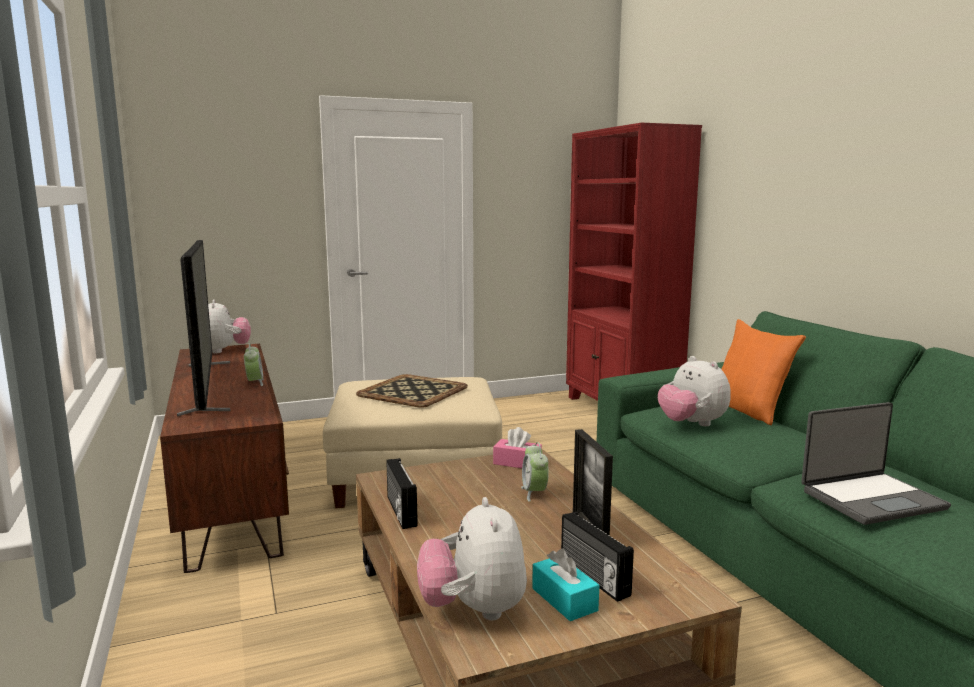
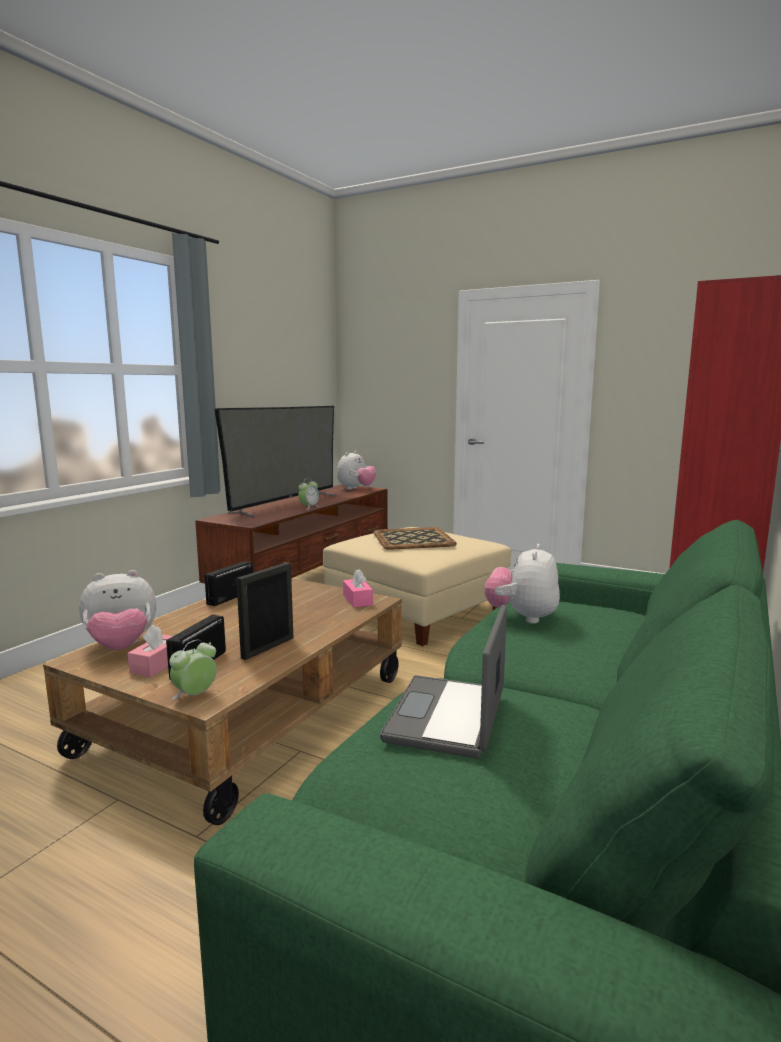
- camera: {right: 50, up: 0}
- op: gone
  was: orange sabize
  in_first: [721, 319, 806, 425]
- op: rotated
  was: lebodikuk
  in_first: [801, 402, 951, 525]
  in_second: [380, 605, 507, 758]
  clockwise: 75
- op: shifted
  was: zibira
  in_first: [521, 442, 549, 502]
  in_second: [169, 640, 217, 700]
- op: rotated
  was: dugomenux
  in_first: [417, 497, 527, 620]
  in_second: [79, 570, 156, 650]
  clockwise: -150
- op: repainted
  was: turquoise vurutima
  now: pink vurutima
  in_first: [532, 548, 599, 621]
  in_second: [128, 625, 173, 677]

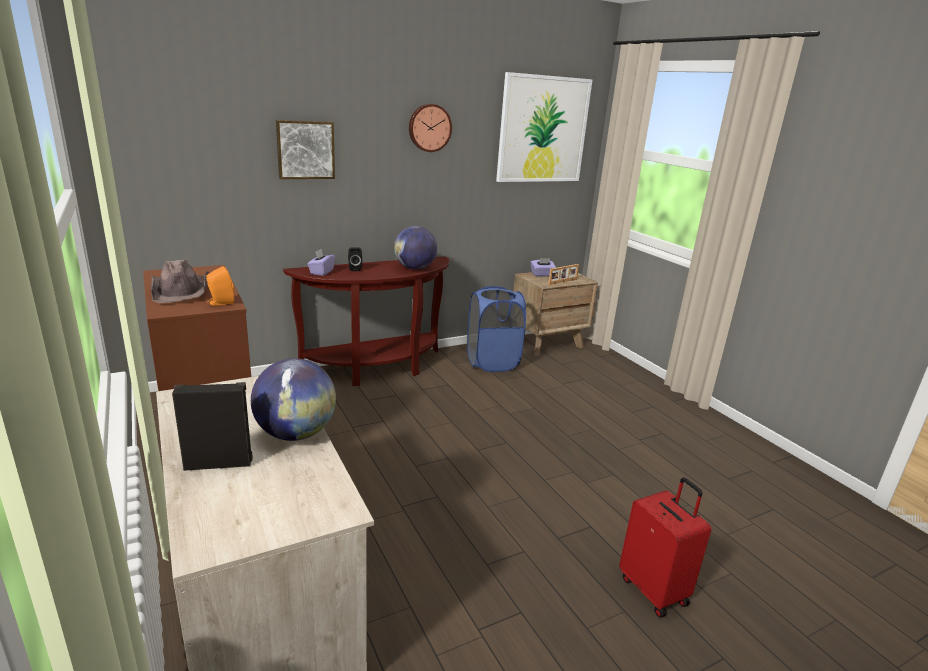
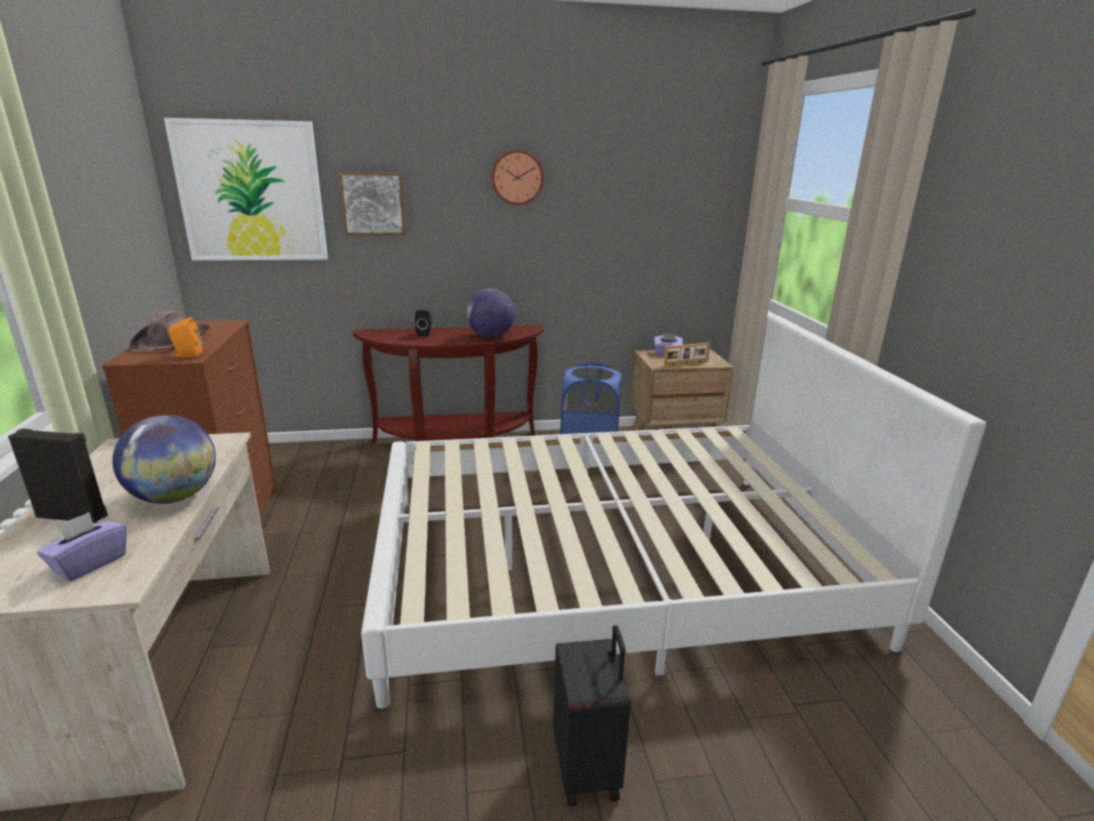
- camera: {right: 20, up: 0}
- op: shifted
  was: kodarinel
  in_first: [496, 72, 593, 182]
  in_second: [164, 118, 328, 260]
- op: shifted
  was: purple vurutima
  in_first: [307, 249, 335, 276]
  in_second: [37, 512, 127, 581]
- op: repainted
  was: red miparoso
  now: black miparoso
  in_first: [619, 477, 711, 617]
  in_second: [553, 625, 631, 806]
- op: new
  now: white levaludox
  in_second: [361, 315, 986, 708]

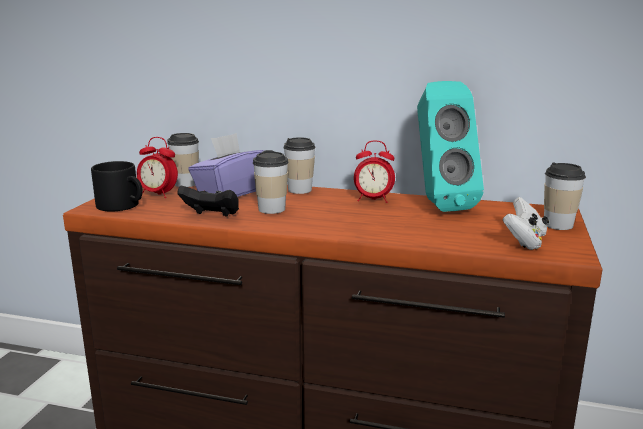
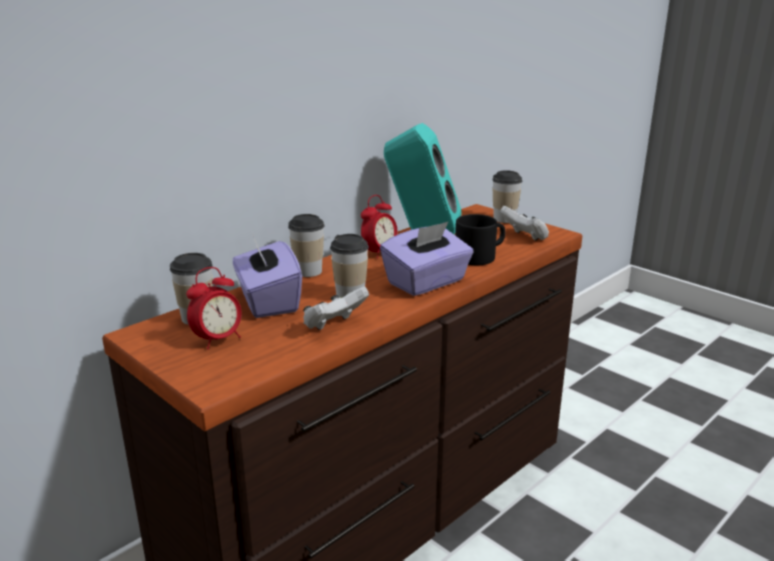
- camera: {right: -60, up: 5}
- op: shifted
  was: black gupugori
  in_first: [91, 161, 143, 211]
  in_second: [455, 214, 505, 265]
- op: repainted
  was: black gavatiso
  now: white gavatiso
  in_first: [178, 185, 239, 217]
  in_second: [303, 286, 369, 330]
- op: new
  now: purple vurutima
  in_second: [380, 221, 474, 296]

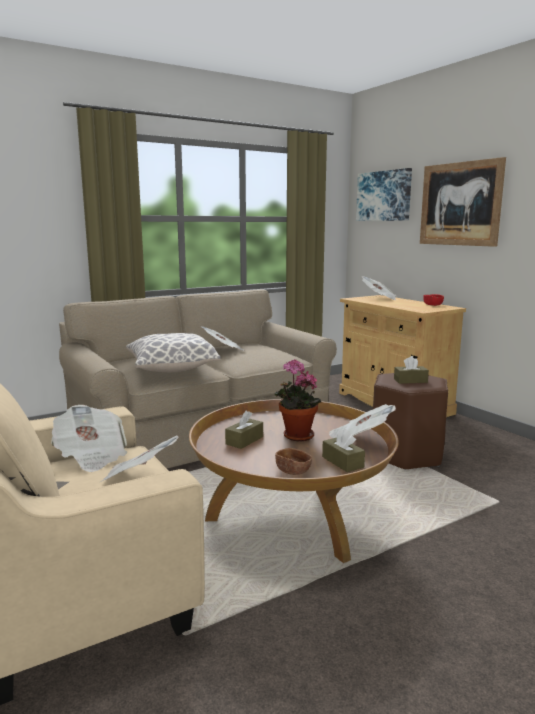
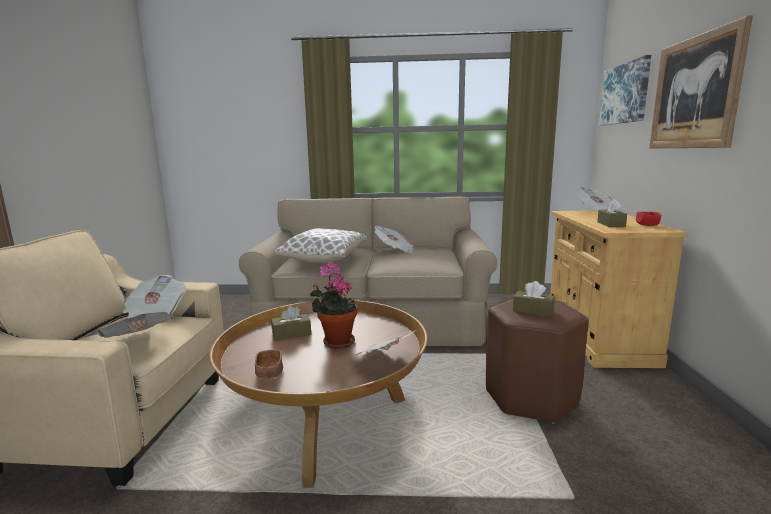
- camera: {right: 35, up: 0}
- op: shifted
  was: brown vurutima
  in_first: [322, 429, 365, 472]
  in_second: [597, 199, 627, 227]

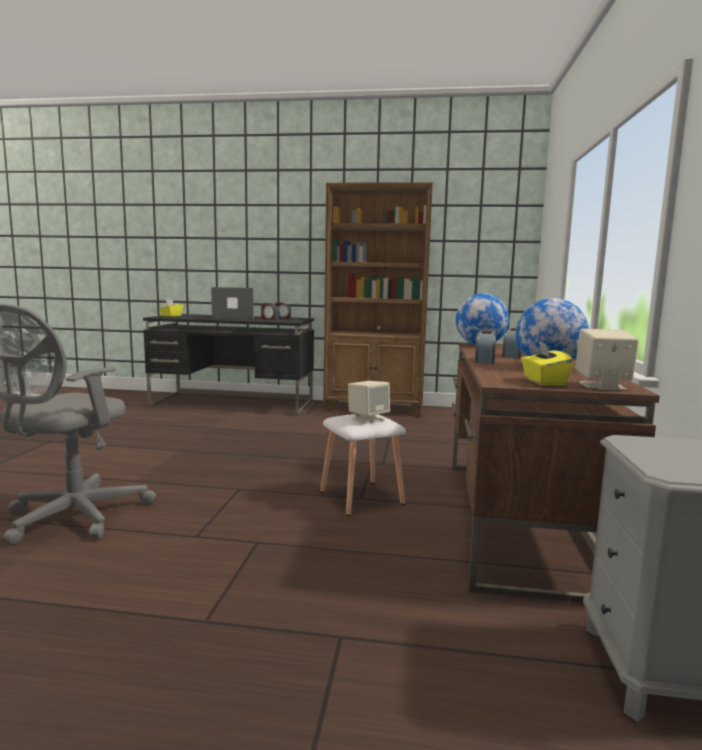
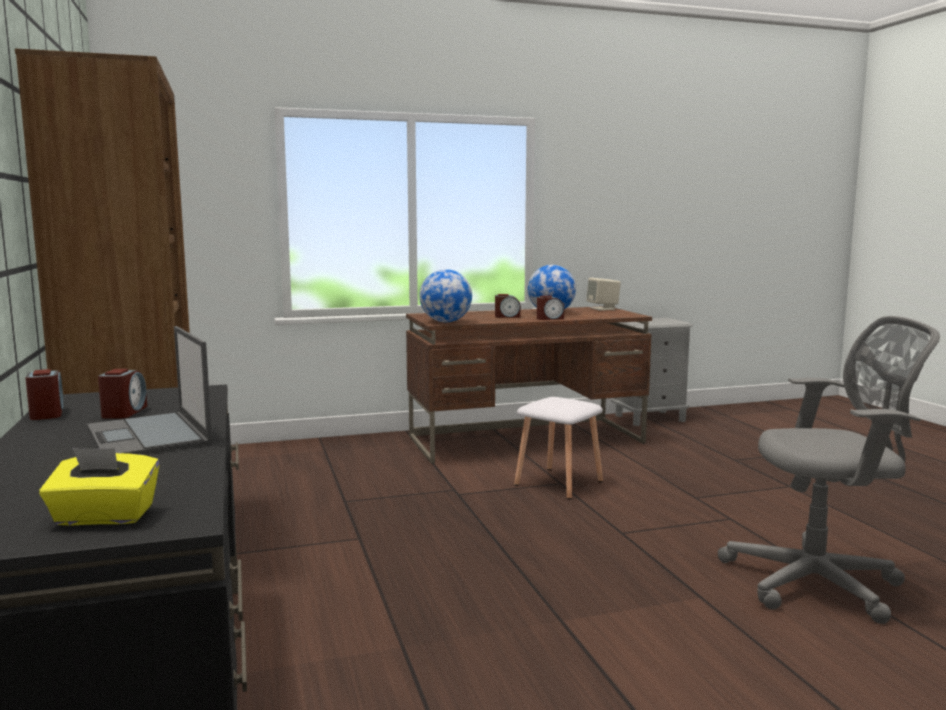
- camera: {right: -115, up: 0}
- op: gone
  was: yellow vurutima
  in_first: [521, 341, 573, 386]
- op: gone
  was: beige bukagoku
  in_first: [348, 381, 390, 424]

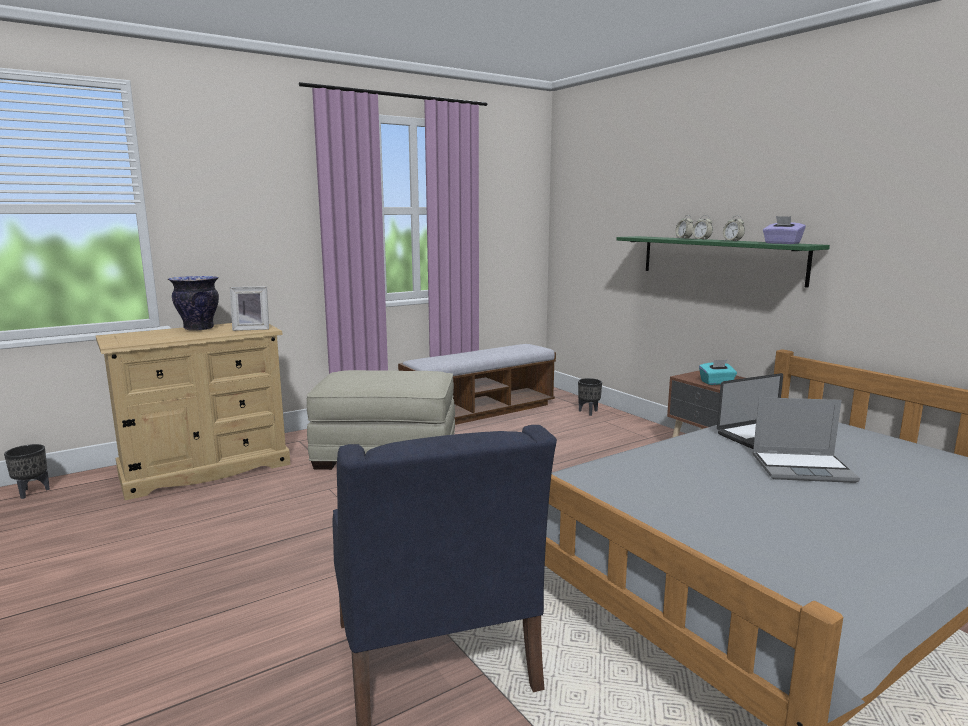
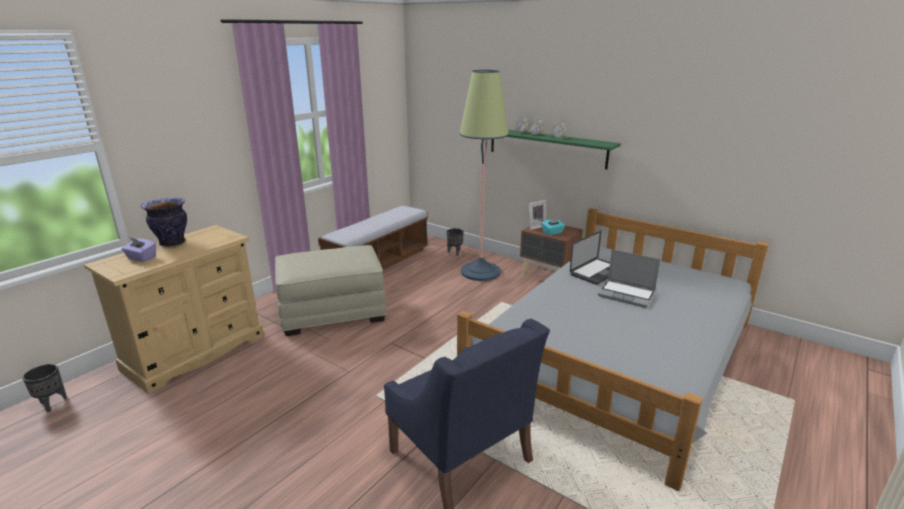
- camera: {right: -20, up: 10}
- op: shifted
  was: purple vurutima
  in_first: [763, 216, 806, 244]
  in_second: [121, 238, 156, 262]
- op: shifted
  was: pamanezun
  in_first: [230, 286, 269, 331]
  in_second: [529, 200, 547, 230]
- op: rotated
  was: lebodikuk
  in_first: [752, 397, 860, 483]
  in_second: [598, 249, 660, 308]
  clockwise: 45
- op: new
  now: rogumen
  in_second: [460, 70, 509, 281]

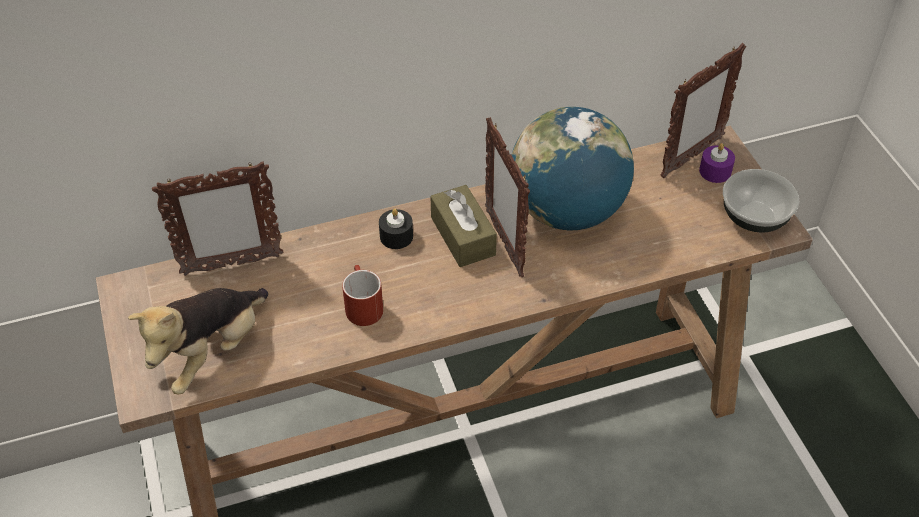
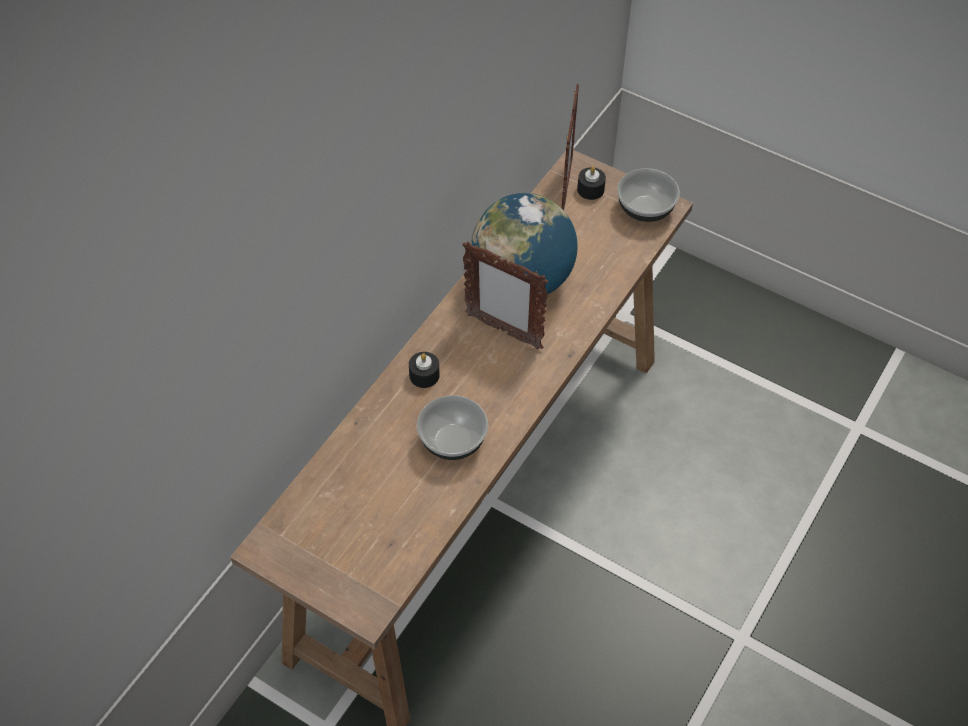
- camera: {right: -40, up: 5}
- op: repainted
  was: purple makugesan
  now: black makugesan
  in_first: [699, 143, 735, 183]
  in_second: [577, 166, 606, 200]
- op: gone
  was: pamanezun
  in_first: [152, 162, 284, 276]
- op: gone
  was: brown vurutima
  in_first: [430, 185, 497, 267]
- op: swapped
  was: red gupugori
  now: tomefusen
  in_first: [342, 265, 383, 326]
  in_second: [417, 395, 488, 460]
- op: gone
  was: dugomenux
  in_first: [128, 288, 268, 394]

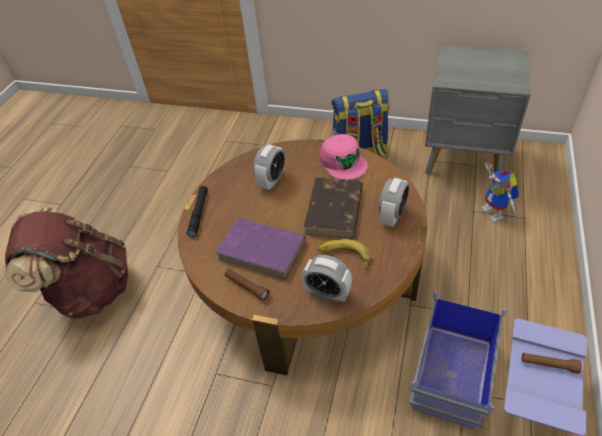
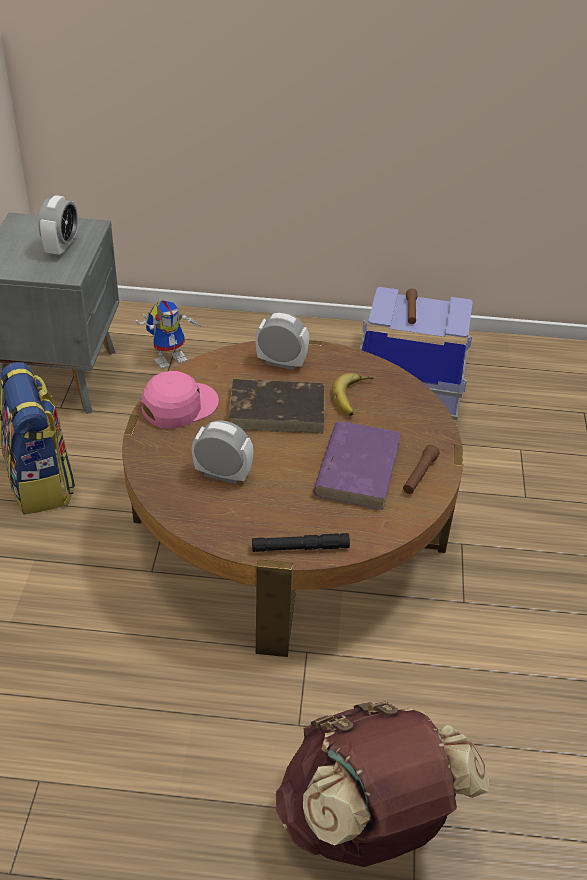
- camera: {right: -105, up: -5}
- op: shifted
  was: zibira
  in_first: [302, 255, 352, 303]
  in_second: [38, 195, 78, 256]

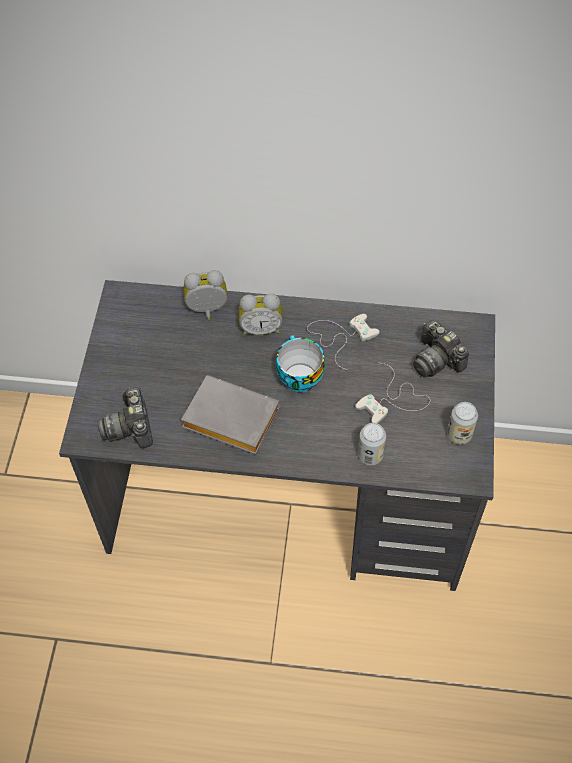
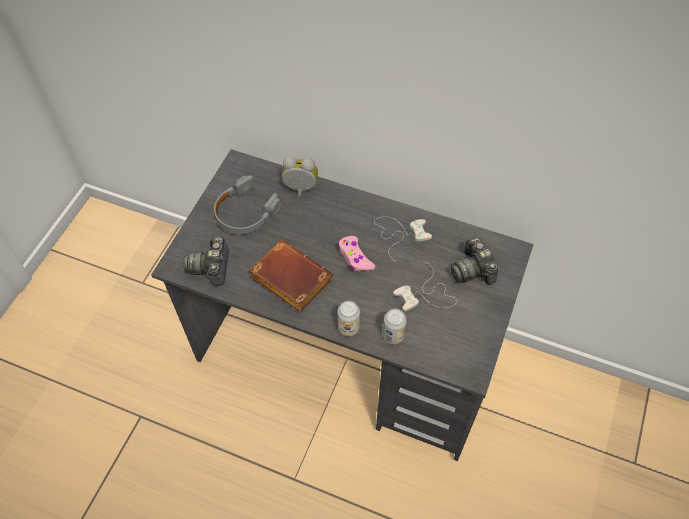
- camera: {right: 15, up: 0}
- op: gone
  was: zibira
  in_first: [239, 293, 283, 336]
- op: swapped
  was: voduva
  now: pink gavatiso
  in_first: [276, 335, 325, 392]
  in_second: [338, 236, 375, 271]
- op: repainted
  was: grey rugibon
  now: brown rugibon
  in_first: [181, 375, 280, 455]
  in_second: [249, 240, 333, 312]
- op: shifted
  was: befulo
  in_first: [447, 402, 478, 445]
  in_second: [338, 301, 360, 336]
- op: new
  now: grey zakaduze
  in_second: [214, 175, 281, 235]

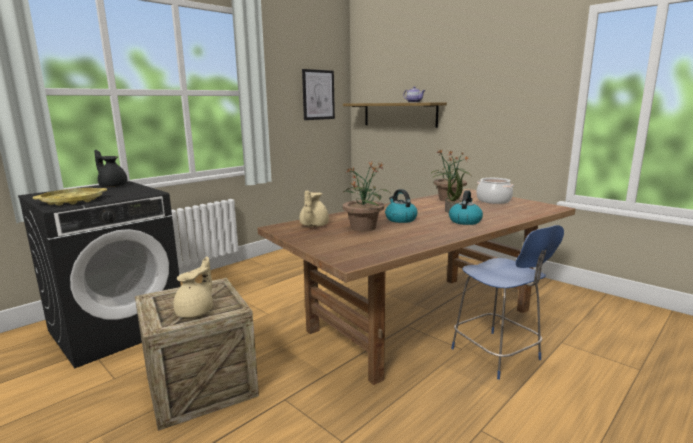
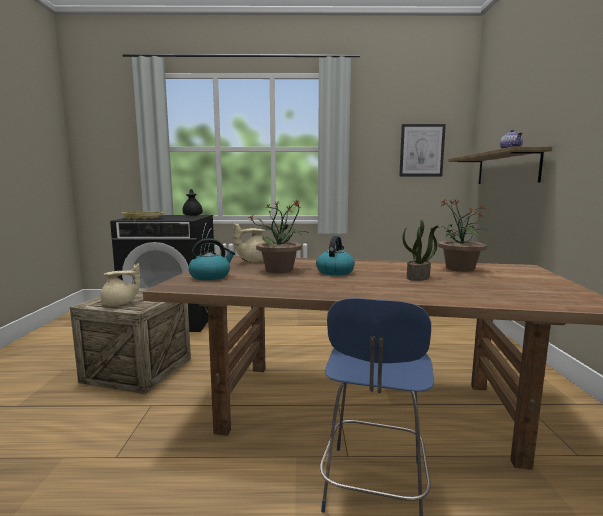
- camera: {right: 45, up: -5}
- op: gone
  was: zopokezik
  in_first: [476, 178, 514, 204]
- op: shifted
  was: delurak
  in_first: [449, 190, 483, 225]
  in_second: [188, 238, 235, 280]

